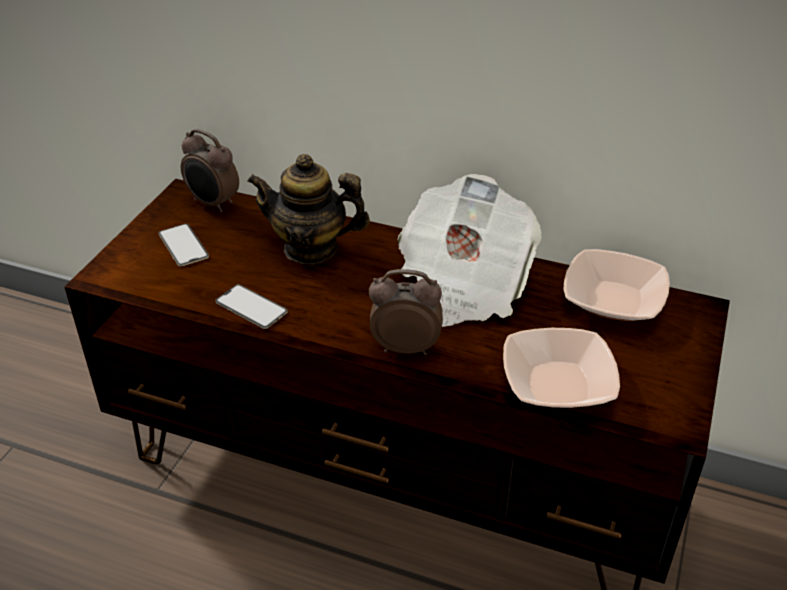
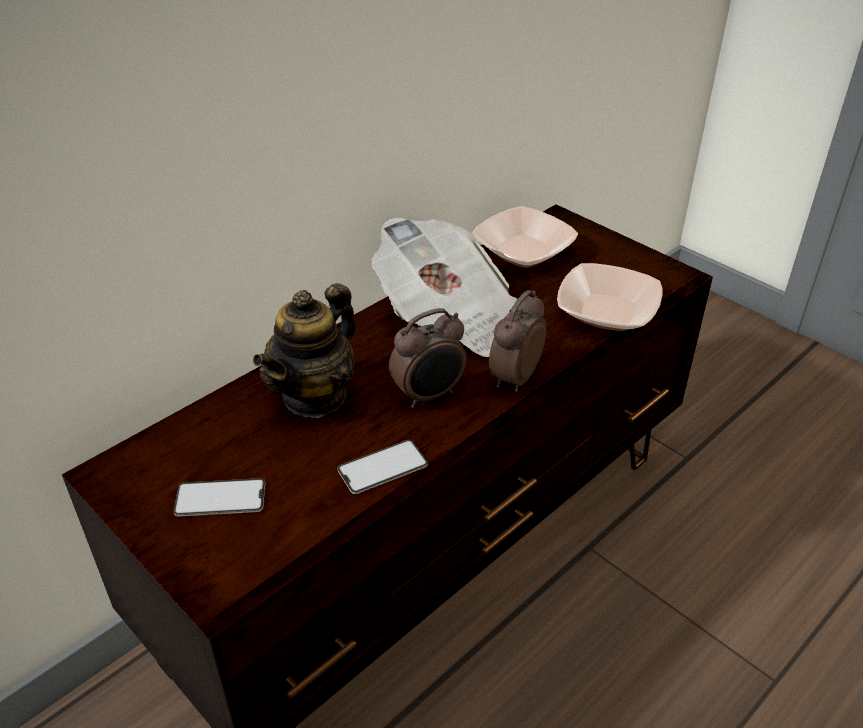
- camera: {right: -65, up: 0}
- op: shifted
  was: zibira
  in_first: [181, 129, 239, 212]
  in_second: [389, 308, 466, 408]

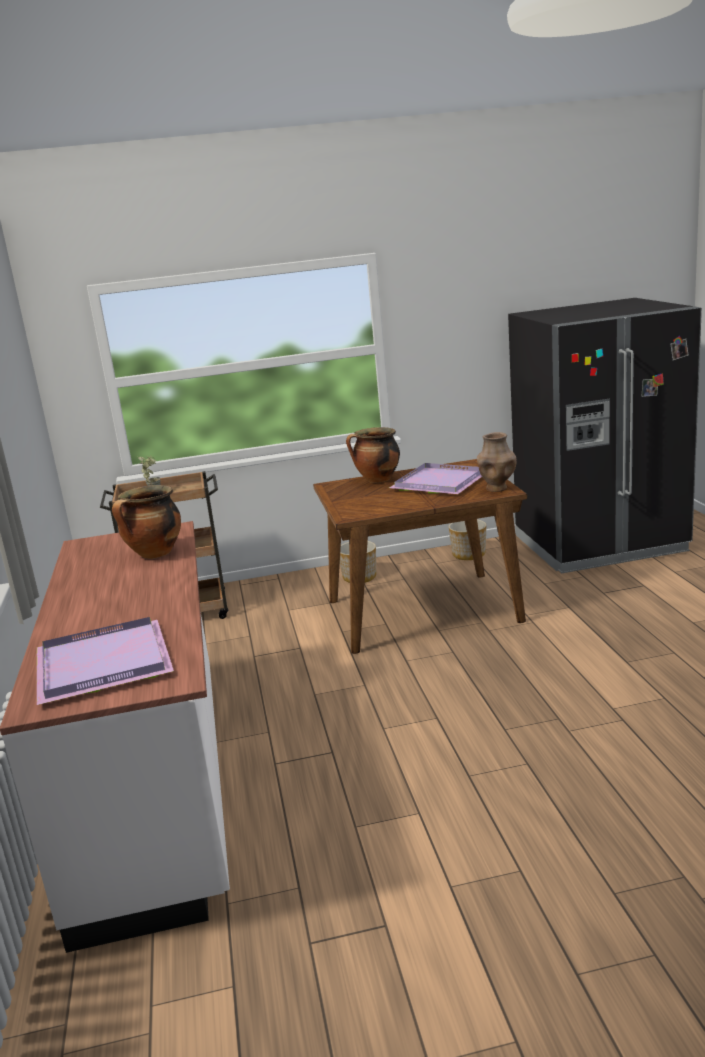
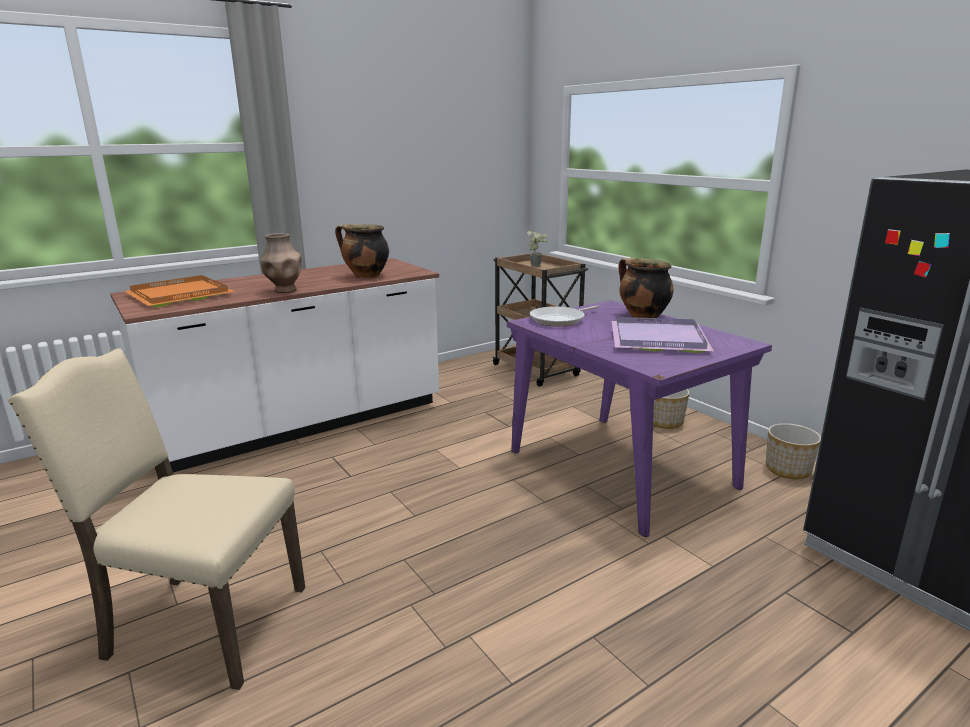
- camera: {right: 65, up: 0}
- op: shifted
  was: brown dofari
  in_first: [477, 432, 516, 492]
  in_second: [260, 233, 302, 293]
- op: repainted
  was: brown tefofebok
  now: purple tefofebok
  in_first: [313, 459, 527, 654]
  in_second: [507, 300, 772, 537]
- op: repainted
  was: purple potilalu
  now: orange potilalu
  in_first: [37, 617, 174, 705]
  in_second: [125, 275, 235, 307]
- op: new
  now: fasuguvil
  in_second: [530, 305, 599, 327]
- op: new
  now: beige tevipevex
  in_second: [8, 348, 305, 690]

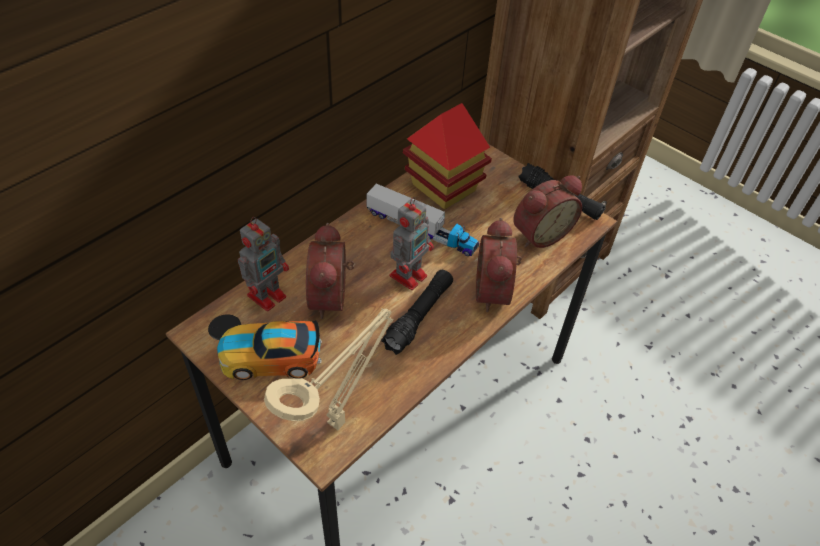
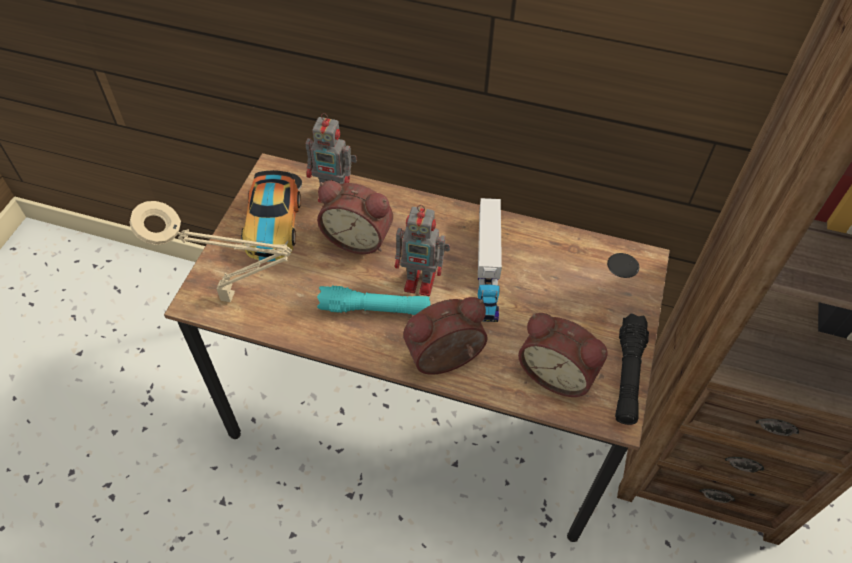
- camera: {right: 65, up: 5}
- op: gone
  was: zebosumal
  in_first: [403, 103, 492, 210]
- op: rotated
  was: zibira
  in_first: [306, 223, 354, 319]
  in_second: [317, 181, 393, 254]
  clockwise: -135
- op: repainted
  was: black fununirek
  now: turquoise fununirek
  in_first: [381, 270, 453, 355]
  in_second: [317, 286, 431, 315]
- op: rotated
  was: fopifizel
  in_first: [217, 320, 322, 380]
  in_second: [241, 170, 301, 262]
  clockwise: -150

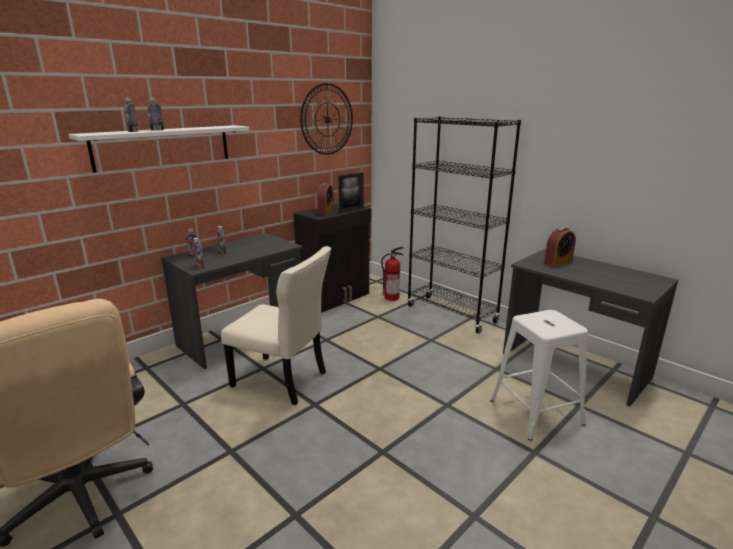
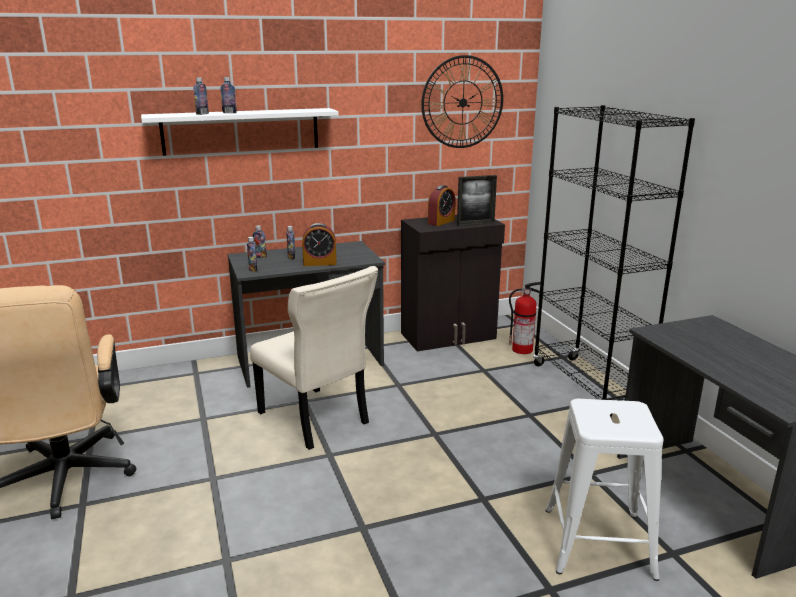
- camera: {right: 25, up: 0}
- op: shifted
  was: zibira
  in_first: [544, 227, 576, 267]
  in_second: [302, 223, 337, 266]

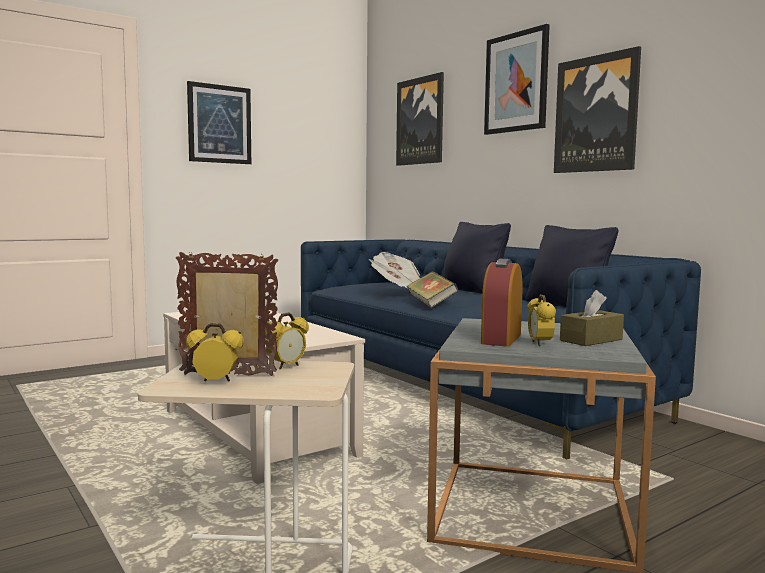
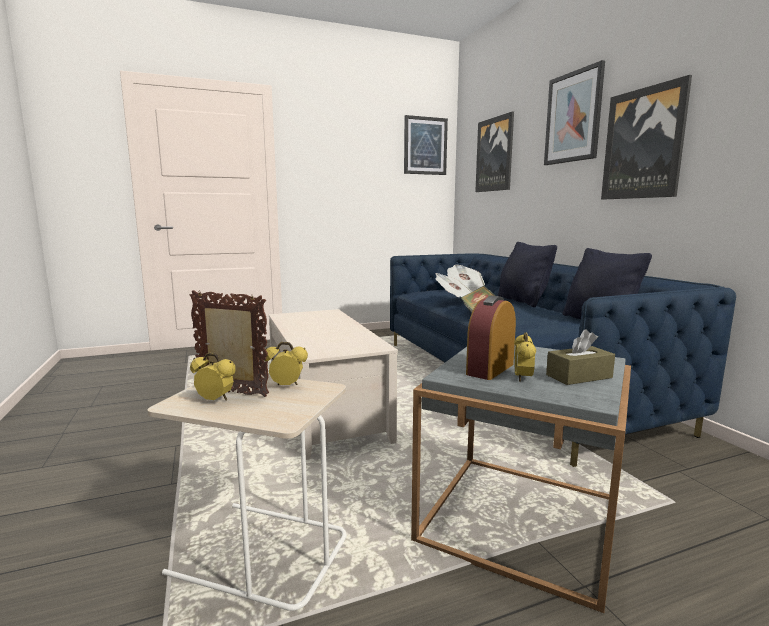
- camera: {right: 15, up: 5}
- op: shifted
  was: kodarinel
  in_first: [187, 81, 251, 164]
  in_second: [404, 115, 448, 175]
- op: rotated
  was: zibira
  in_first: [265, 312, 309, 369]
  in_second: [264, 342, 308, 385]
  clockwise: -150

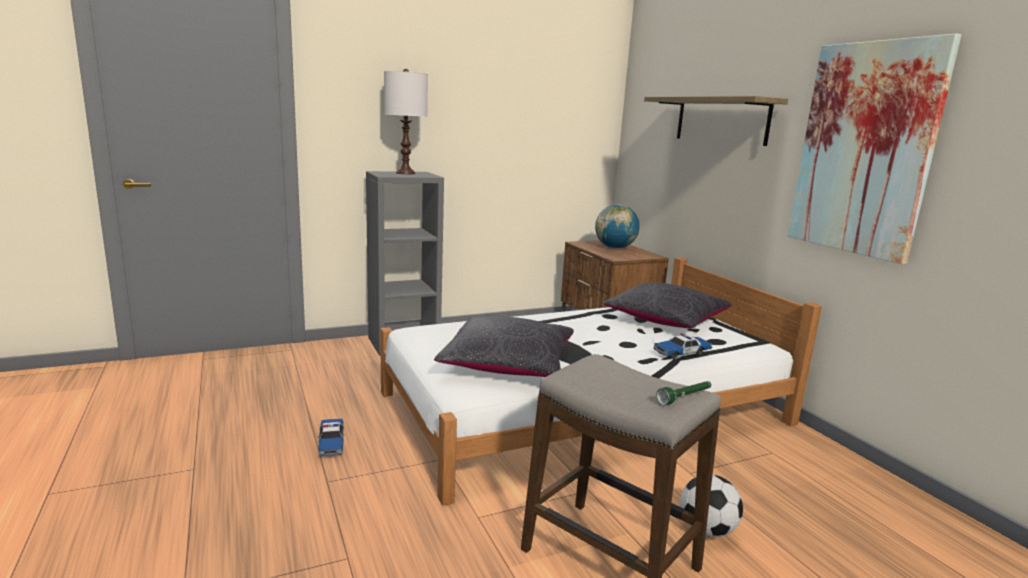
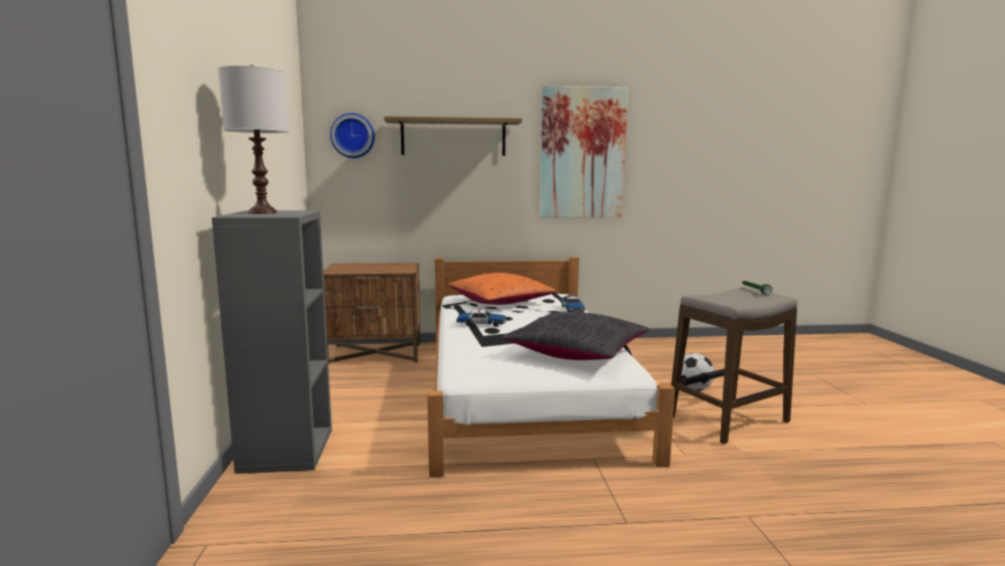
- camera: {right: -70, up: -5}
- op: gone
  was: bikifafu
  in_first: [595, 204, 640, 249]
- op: repainted
  was: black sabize
  now: orange sabize
  in_first: [603, 283, 732, 328]
  in_second: [448, 273, 556, 305]
- op: shifted
  was: fopifizel
  in_first: [317, 419, 345, 457]
  in_second: [456, 308, 506, 327]
- op: new
  now: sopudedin
  in_second: [330, 113, 375, 158]

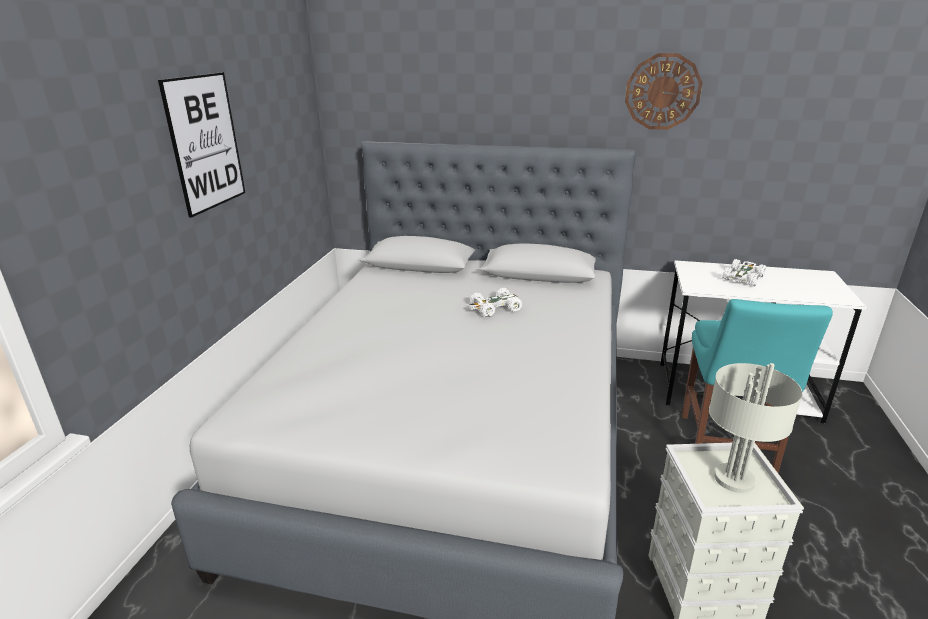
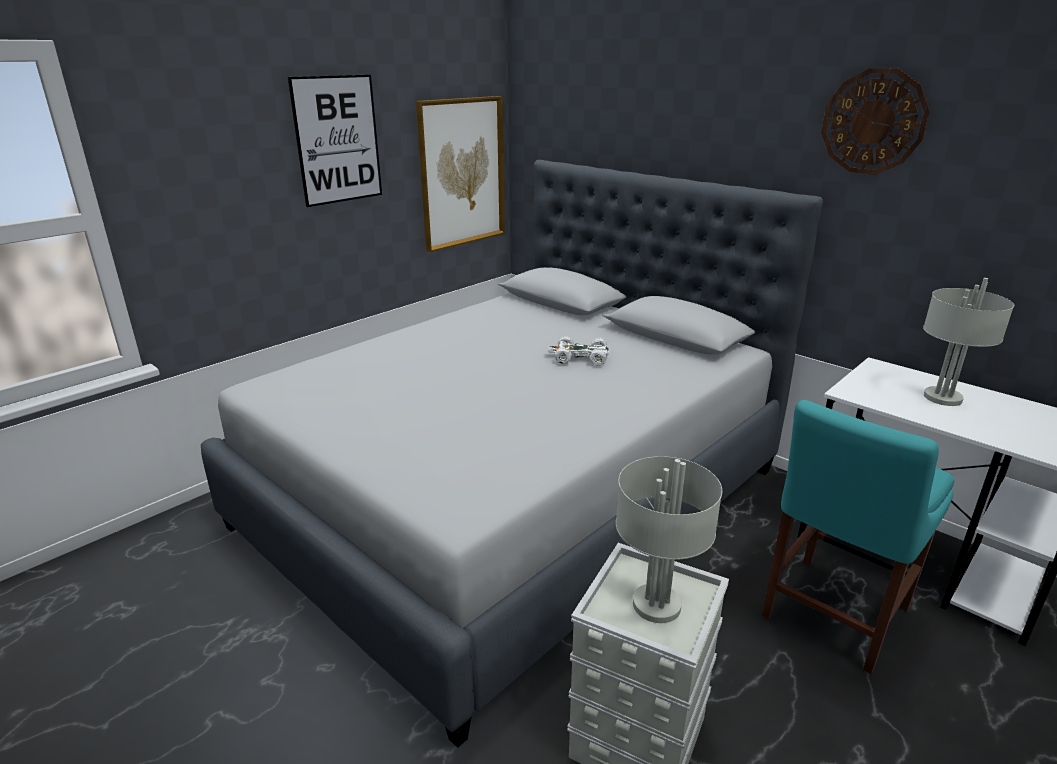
- camera: {right: 30, up: 0}
- op: swapped
  was: white fopifizel
  now: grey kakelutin
  in_first: [722, 259, 766, 286]
  in_second: [923, 278, 1014, 406]
- op: new
  now: kodarinel
  in_second: [416, 96, 505, 252]

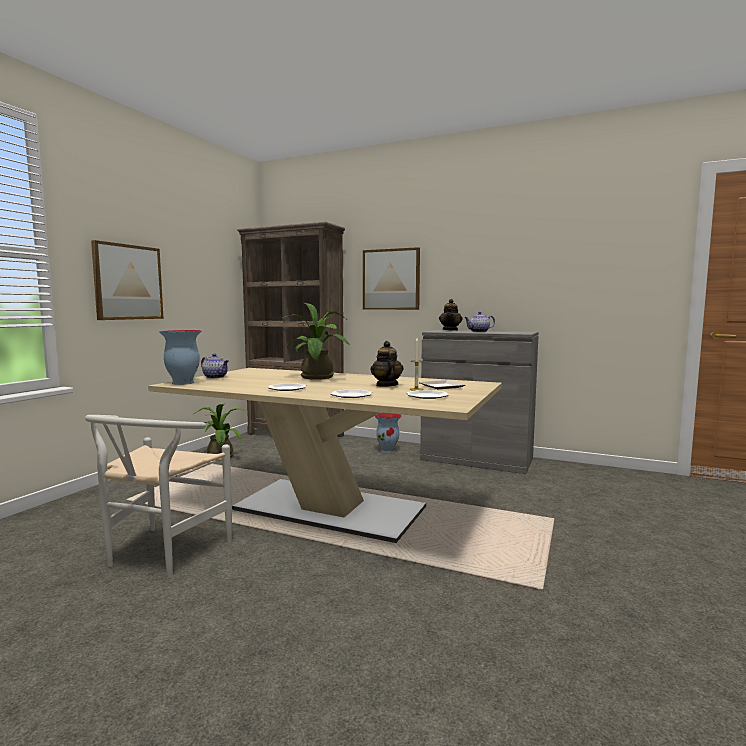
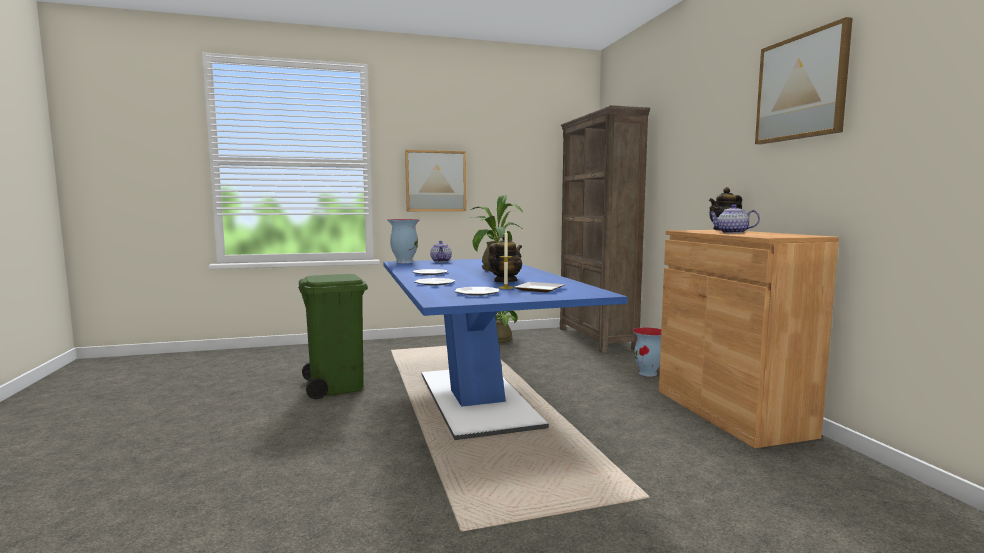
- camera: {right: 50, up: 0}
- op: shifted
  was: kodarinel
  in_first: [363, 247, 420, 310]
  in_second: [755, 17, 853, 144]
- op: repainted
  was: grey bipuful
  now: brown bipuful
  in_first: [420, 330, 539, 474]
  in_second: [659, 230, 839, 448]
- op: repainted
  was: beige tefofebok
  now: blue tefofebok
  in_first: [148, 368, 502, 543]
  in_second: [383, 259, 628, 440]
- op: swapped
  was: white tevipevex
  now: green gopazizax
  in_first: [85, 415, 232, 578]
  in_second: [298, 274, 368, 399]

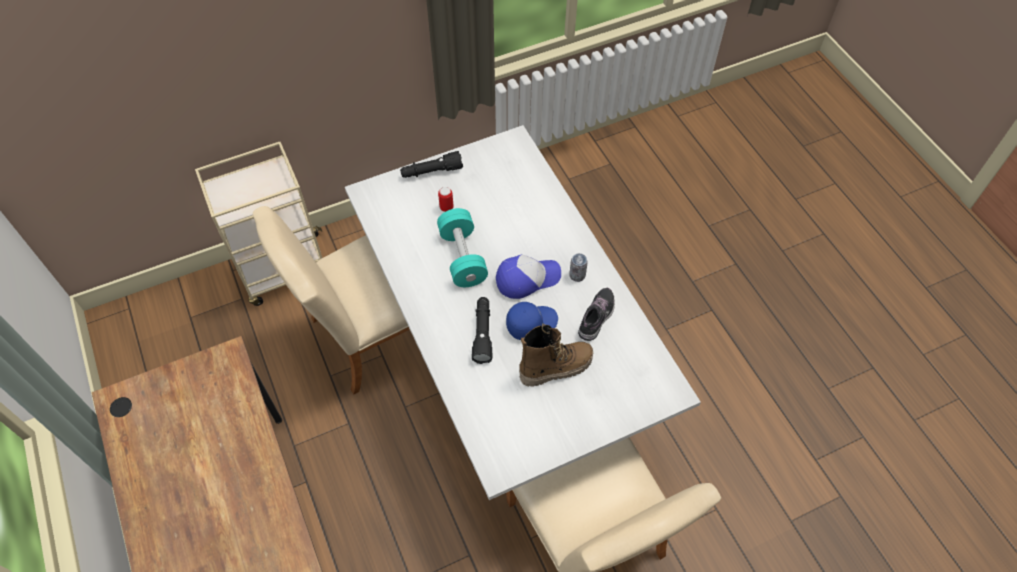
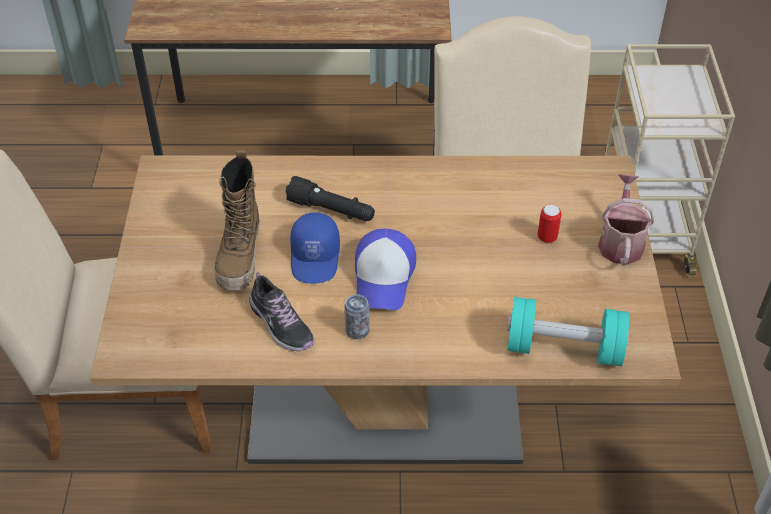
- camera: {right: 115, up: -10}
- op: repainted
  was: white tefofebok
  now: brown tefofebok
  in_first: [345, 125, 701, 500]
  in_second: [90, 156, 681, 464]
- op: swapped
  was: black fununirek
  now: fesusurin
  in_first: [400, 151, 463, 178]
  in_second: [598, 174, 654, 266]
- op: shifted
  was: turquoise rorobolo
  in_first: [437, 208, 488, 287]
  in_second: [507, 297, 629, 366]

